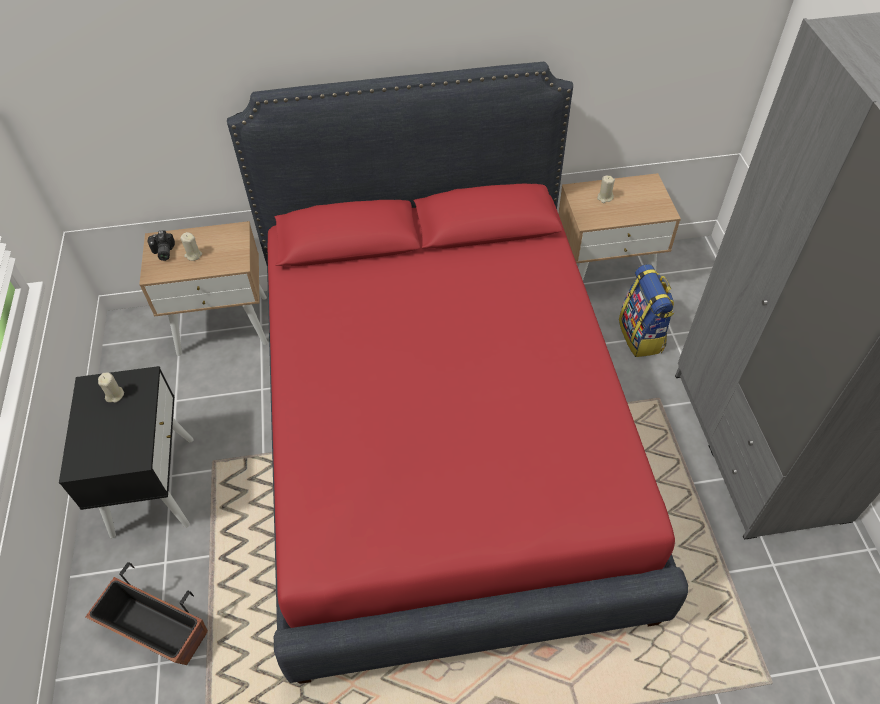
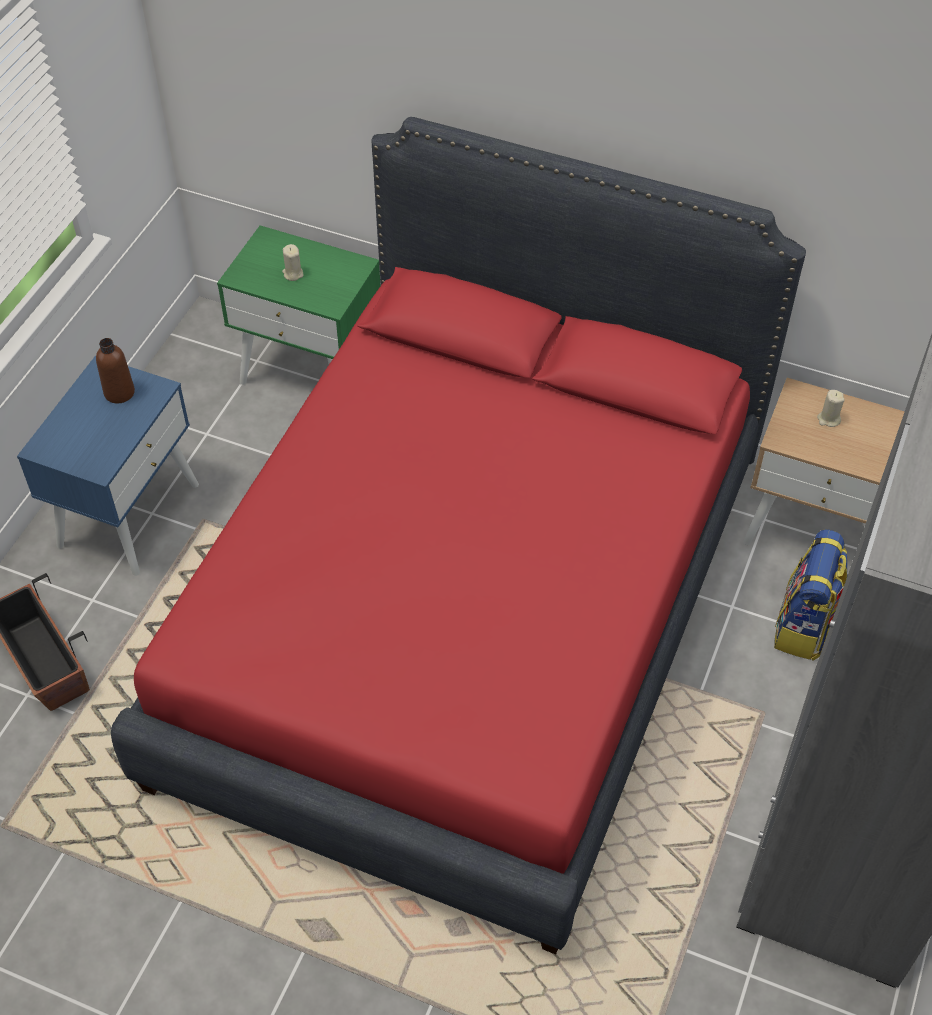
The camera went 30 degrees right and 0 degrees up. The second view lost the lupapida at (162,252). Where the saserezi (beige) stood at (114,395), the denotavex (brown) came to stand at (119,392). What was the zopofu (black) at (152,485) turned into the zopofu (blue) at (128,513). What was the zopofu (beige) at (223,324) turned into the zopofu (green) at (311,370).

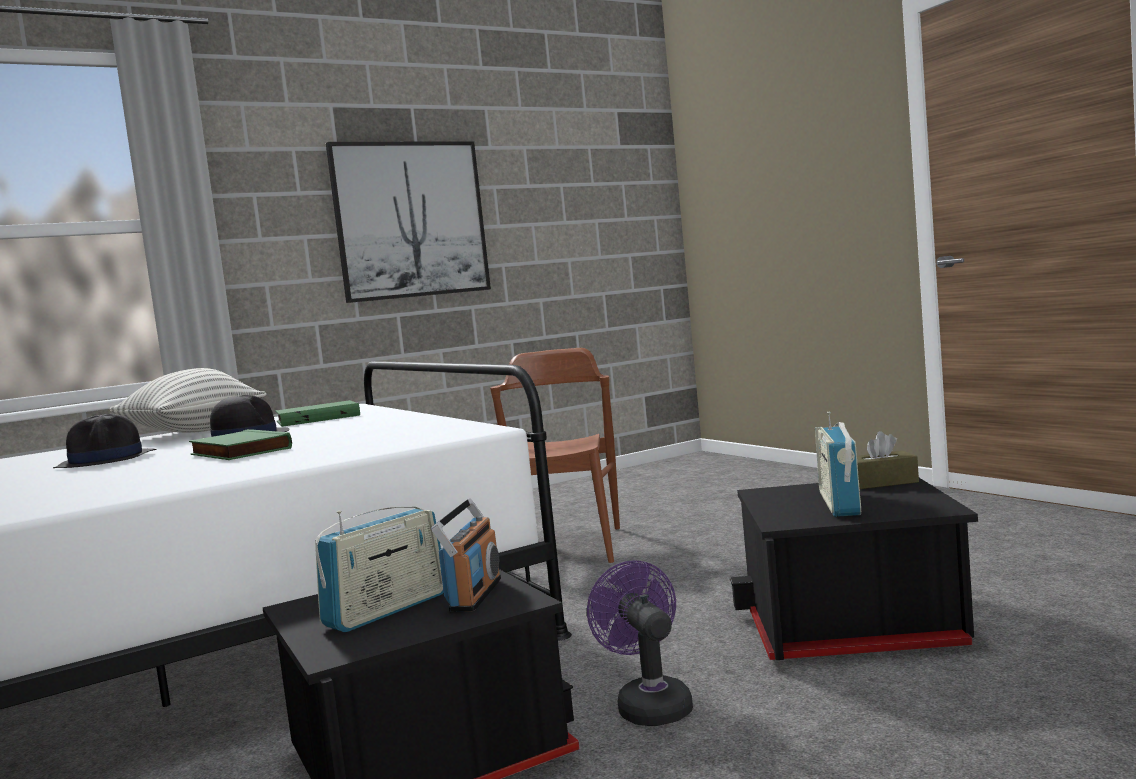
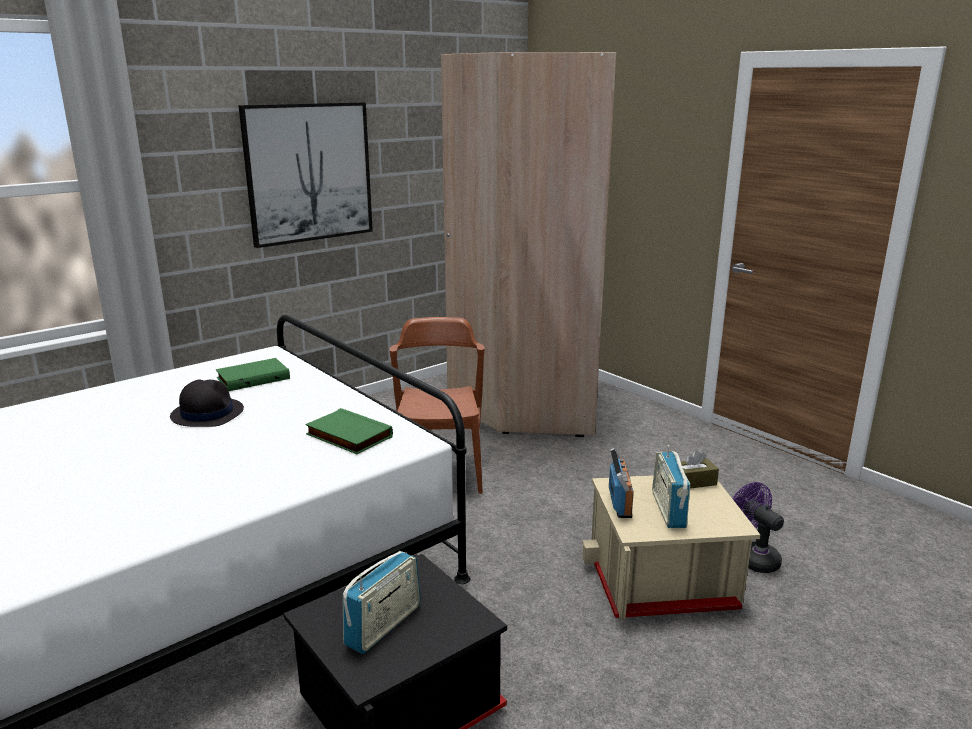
The camera went 10 degrees left and 15 degrees up. The second view lost the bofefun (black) at (107,460). The second view lost the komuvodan at (192,433). The second view gained the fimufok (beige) at (523,401). The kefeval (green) ended up elsewhere, having gone from (238,452) to (347,436). The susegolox ended up elsewhere, having gone from (474,595) to (620,503). The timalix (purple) ended up elsewhere, having gone from (649,704) to (752,558). What was the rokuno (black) at (853,625) turned into the rokuno (beige) at (663,580).

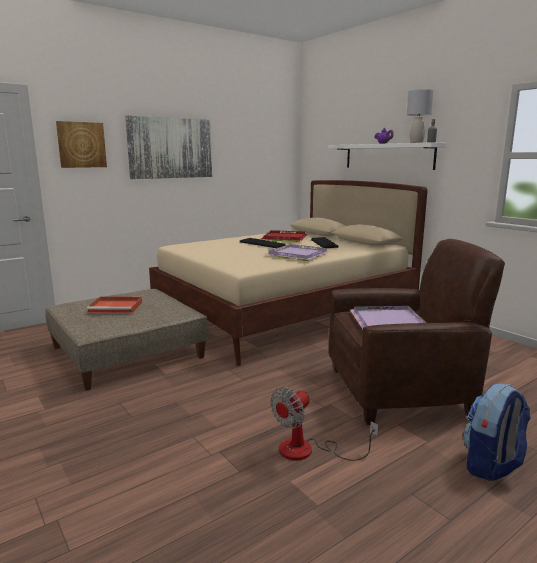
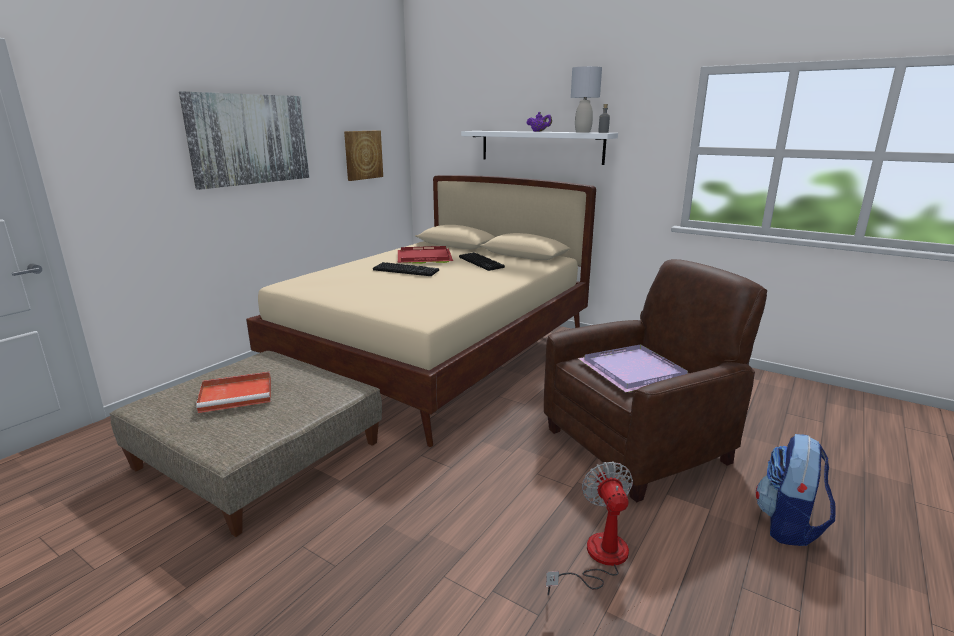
The camera went 20 degrees left and 5 degrees up. The second view lost the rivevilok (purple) at (297,254). The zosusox ended up elsewhere, having gone from (81,145) to (363,155). The timalix at (308,451) ended up facing another way, 150 degrees clockwise from before.

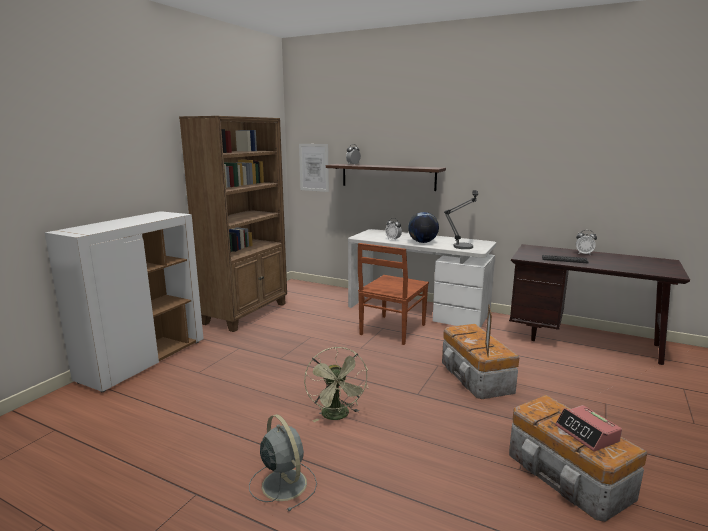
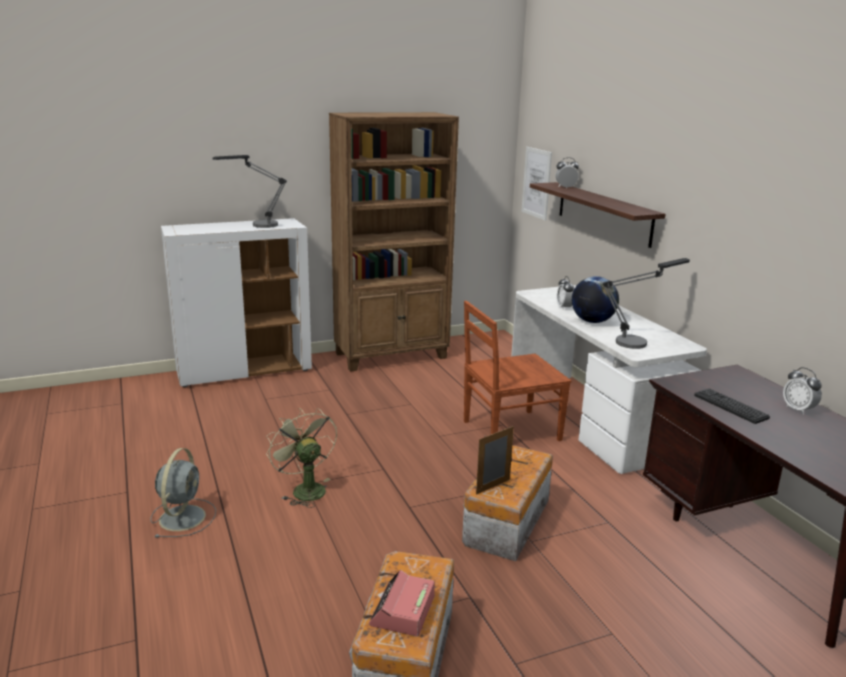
The camera went 40 degrees right and 5 degrees up. The second view gained the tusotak at (257,225). The timalix (green) at (337,416) ended up facing another way, 120 degrees clockwise from before.

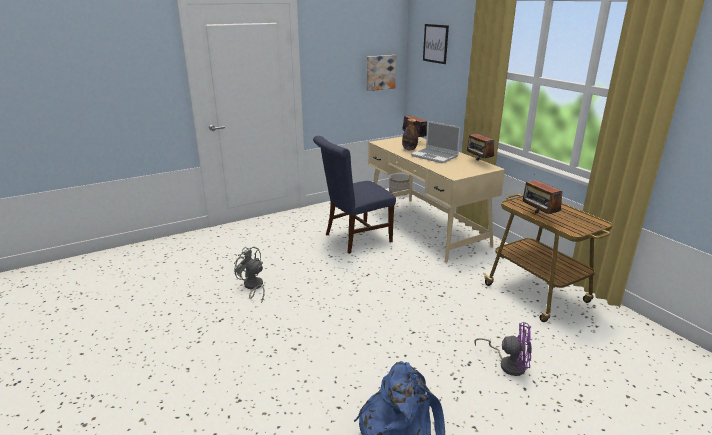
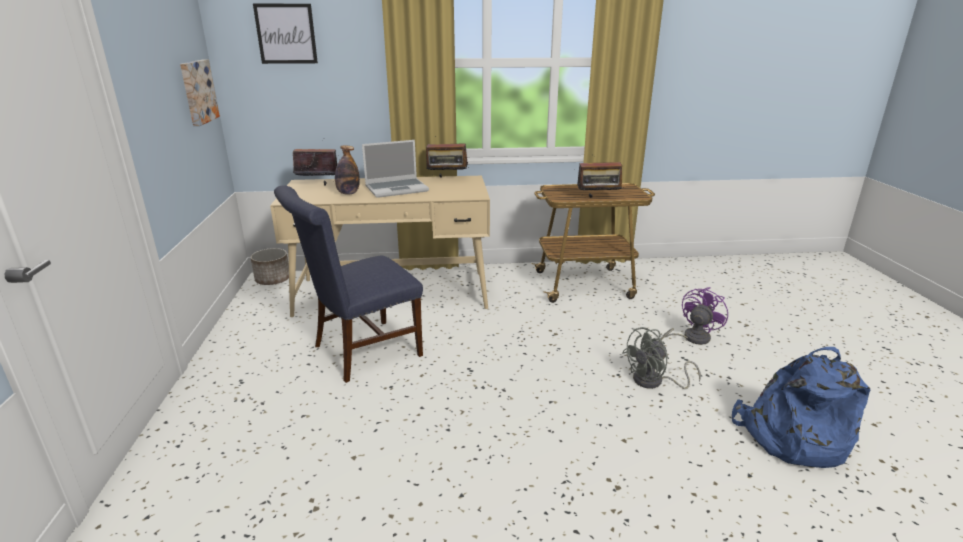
The camera went 65 degrees left and 0 degrees up. The timalix (grey) ended up elsewhere, having gone from (253,287) to (654,382). The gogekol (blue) at (354,238) ended up facing another way, 60 degrees clockwise from before.

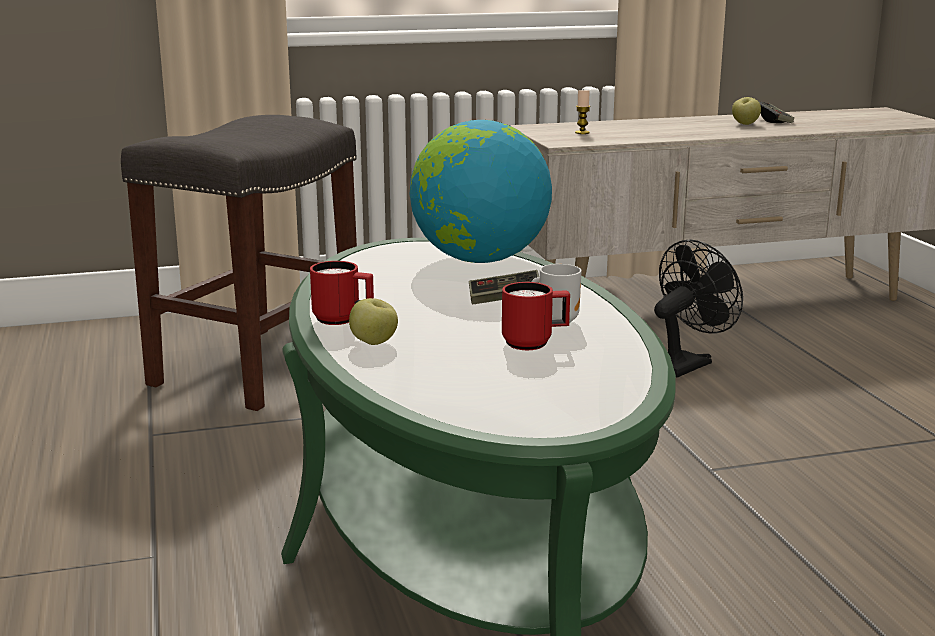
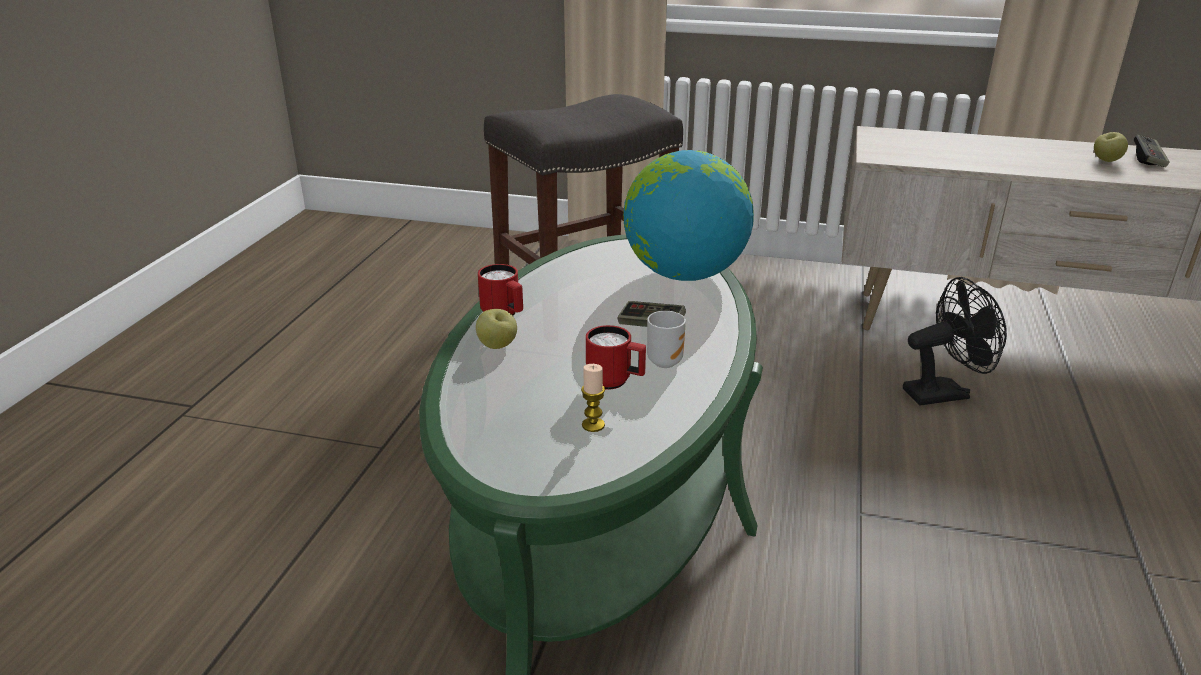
The camera went 30 degrees right and 10 degrees up. The saserezi ended up elsewhere, having gone from (582,133) to (593,425).

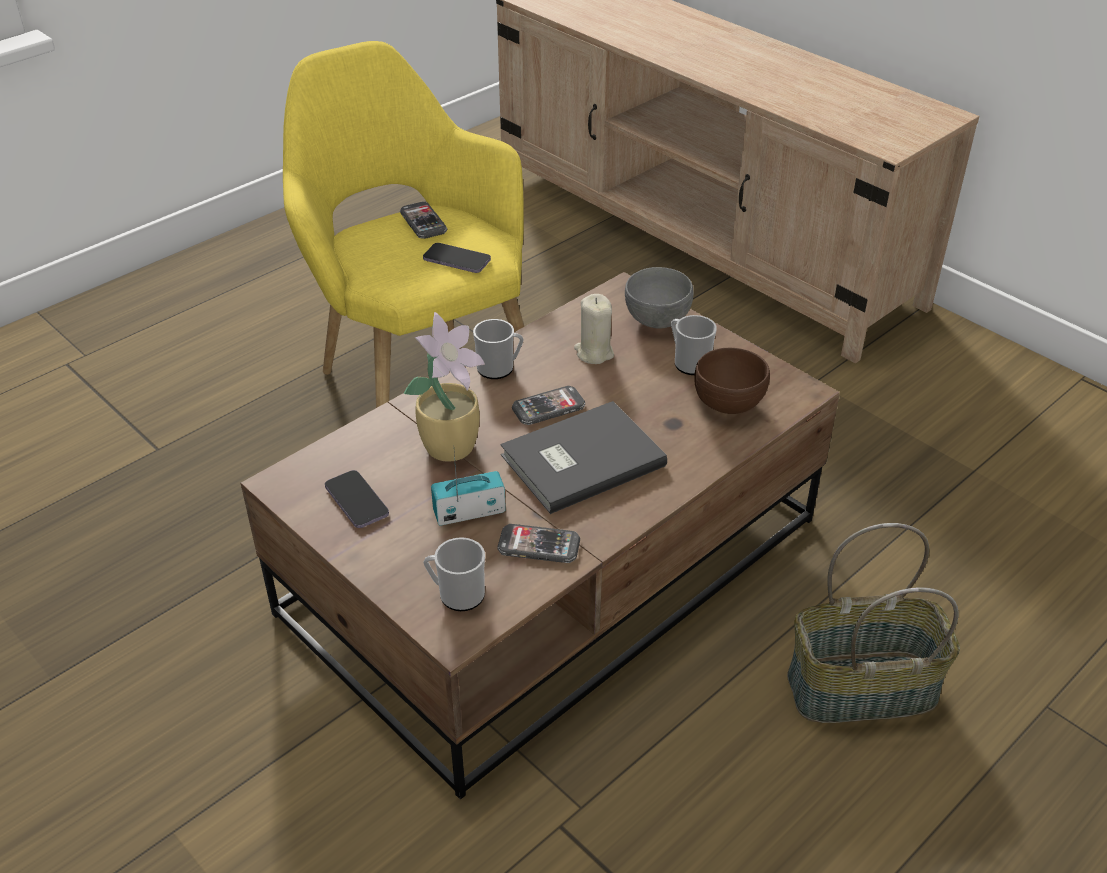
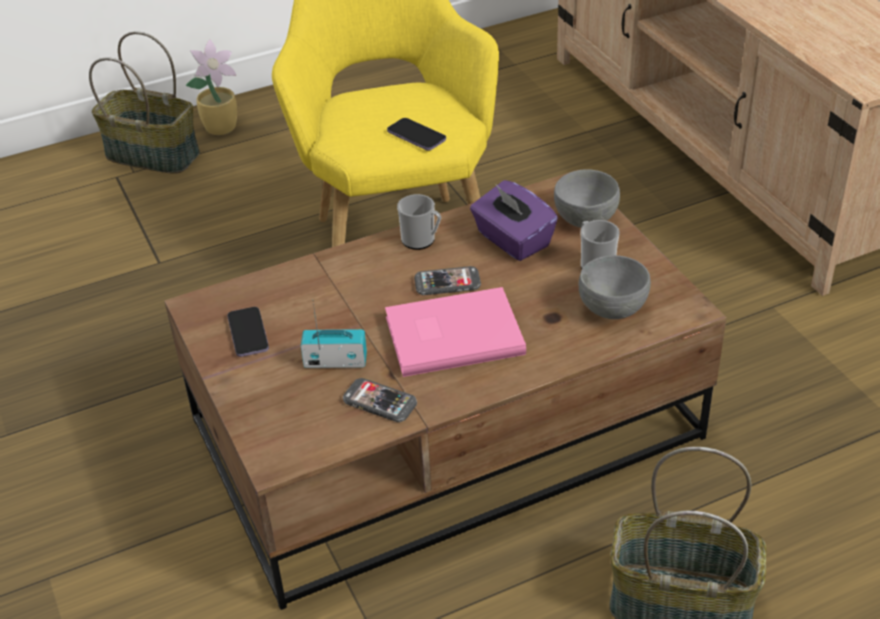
The camera went 20 degrees right and 0 degrees up. The second view lost the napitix at (423,222). The second view lost the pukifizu at (456,594). The second view gained the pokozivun at (154,154). The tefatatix ended up elsewhere, having gone from (452,445) to (222,127). Where the saserezi (beige) stood at (594,353), the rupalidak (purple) came to stand at (512,240). What was the kefeval (grey) at (579,459) turned into the kefeval (pink) at (451,334). What was the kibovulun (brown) at (728,405) turned into the kibovulun (grey) at (612,310).

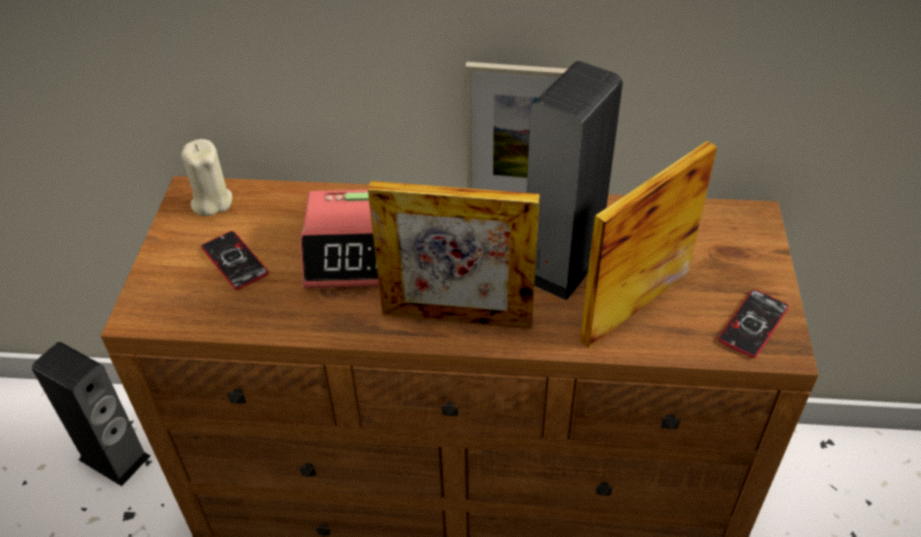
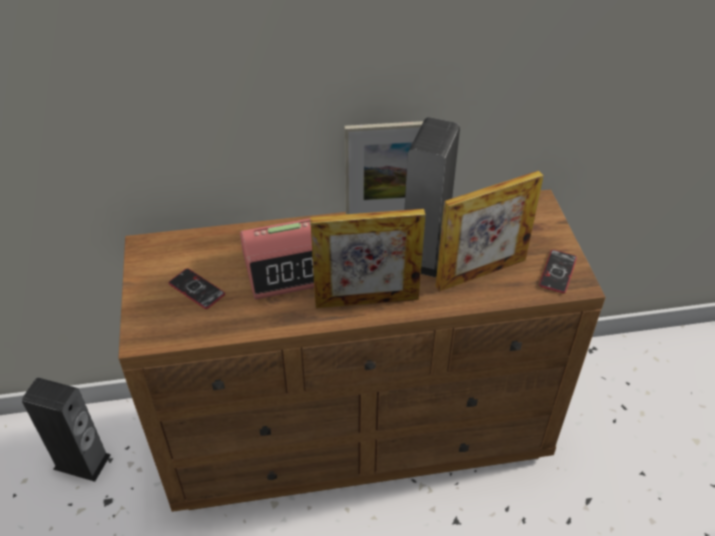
The camera went 15 degrees left and 0 degrees up. The second view lost the saserezi (beige) at (211,202). The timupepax at (635,305) ended up facing another way, 150 degrees counterclockwise from before.

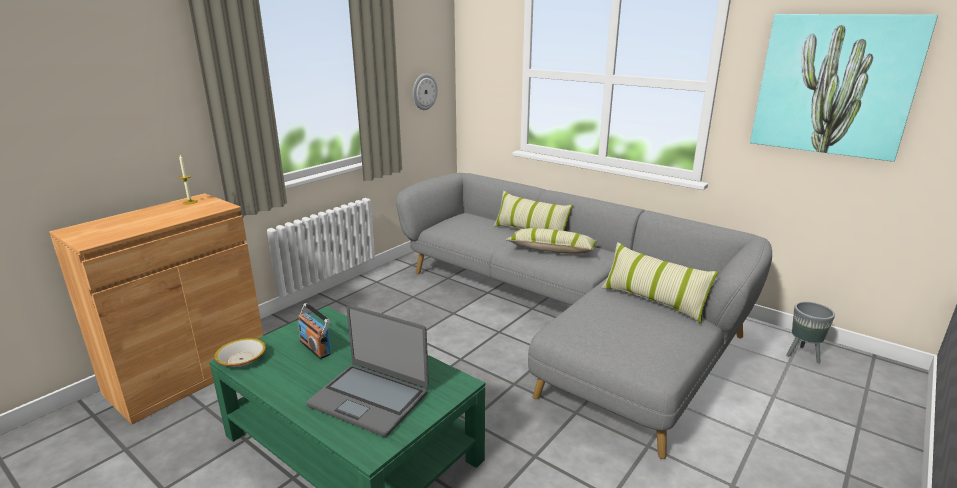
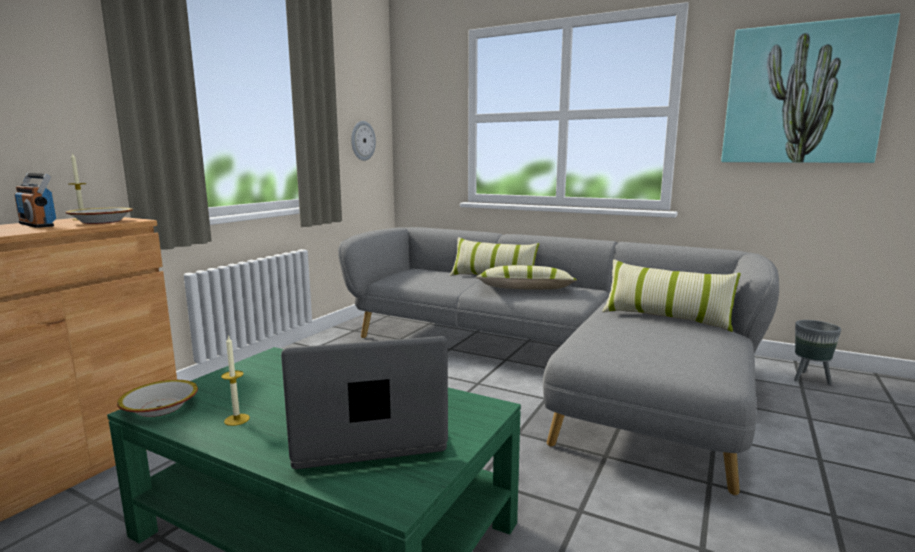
The camera went 10 degrees left and 10 degrees down. The second view gained the kibovulun at (102,222). The second view gained the saserezi at (237,419). The susegolox ended up elsewhere, having gone from (315,347) to (37,225). The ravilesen at (369,398) ended up facing another way, 150 degrees clockwise from before.

